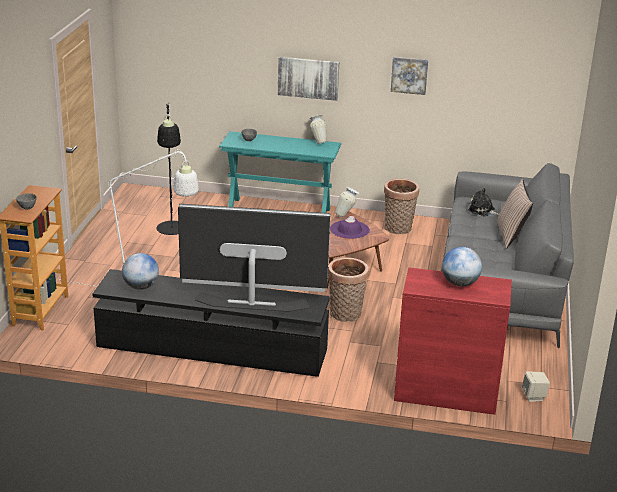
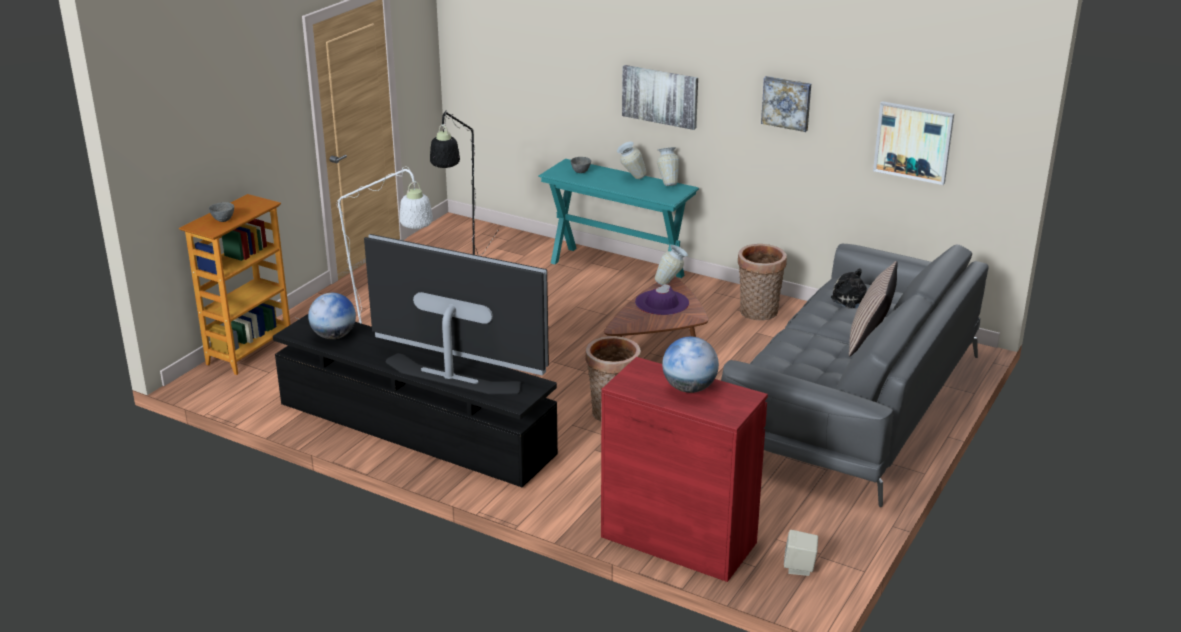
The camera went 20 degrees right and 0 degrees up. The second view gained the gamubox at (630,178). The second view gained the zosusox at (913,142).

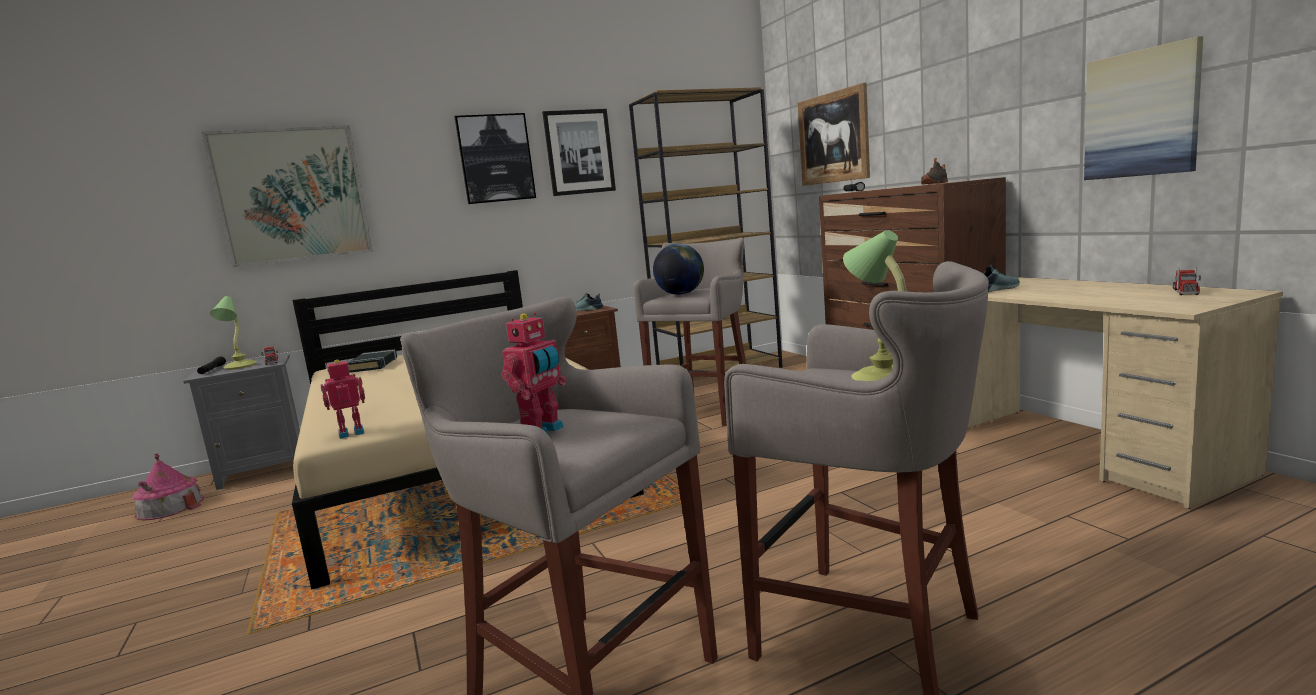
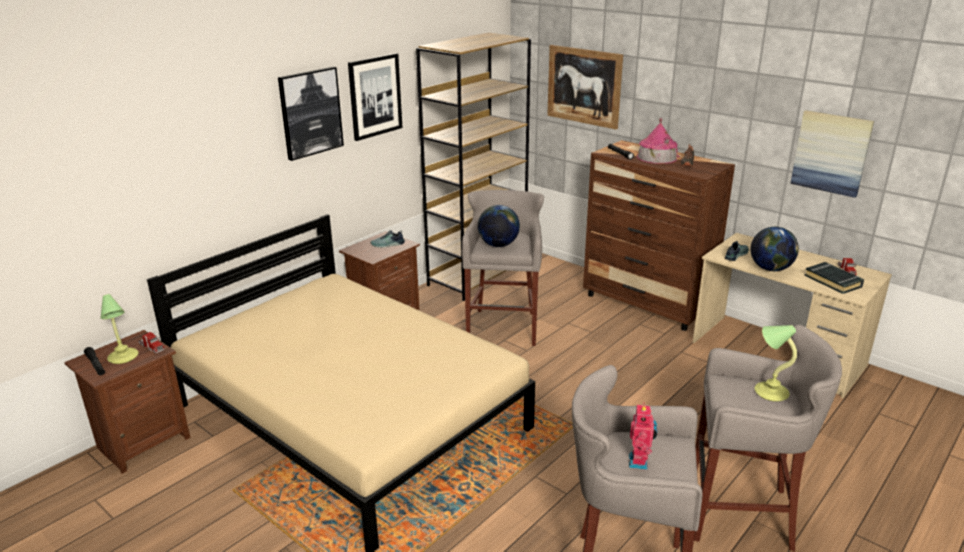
The camera went 25 degrees left and 15 degrees up. The second view lost the zosusox at (292,195). The second view lost the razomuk at (351,433). The second view gained the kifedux at (771,269). The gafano ended up elsewhere, having gone from (170,507) to (657,157). The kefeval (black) ended up elsewhere, having gone from (374,365) to (833,281). What was the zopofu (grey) at (264,470) turned into the zopofu (brown) at (142,442).

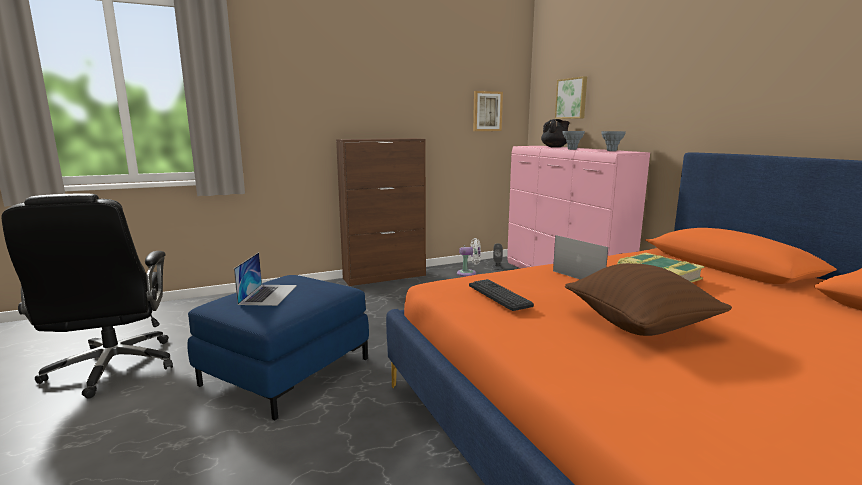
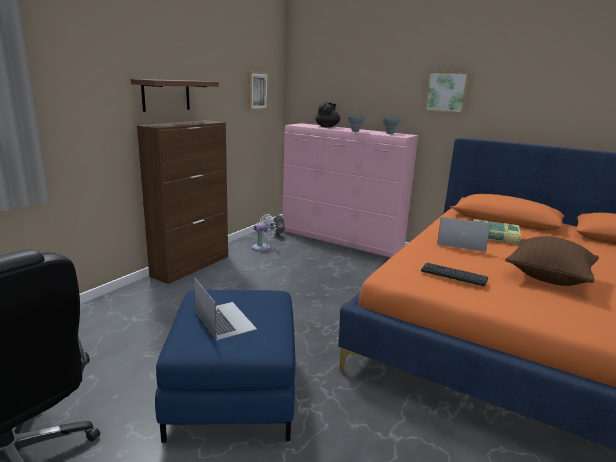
The camera went 35 degrees left and 5 degrees up. The second view gained the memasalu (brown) at (166,95). The zosusox ended up elsewhere, having gone from (572,98) to (447,92).

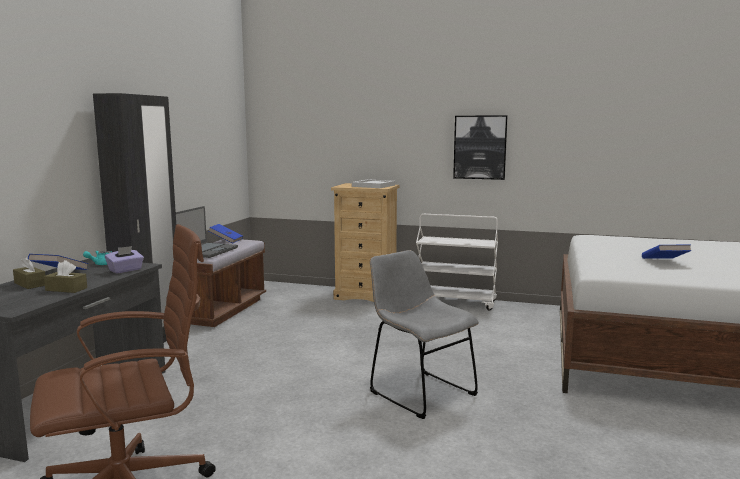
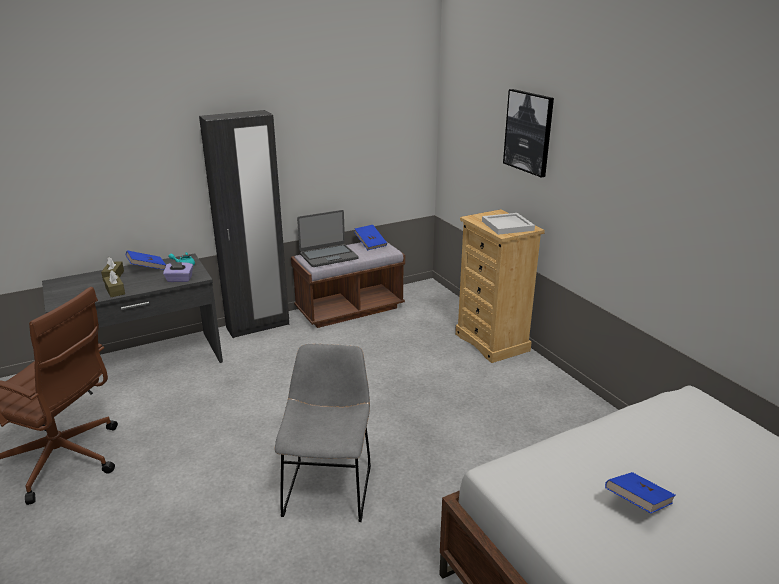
The camera went 45 degrees right and 15 degrees up. The second view lost the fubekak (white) at (455,302). The zosusox ended up elsewhere, having gone from (480,147) to (528,132).

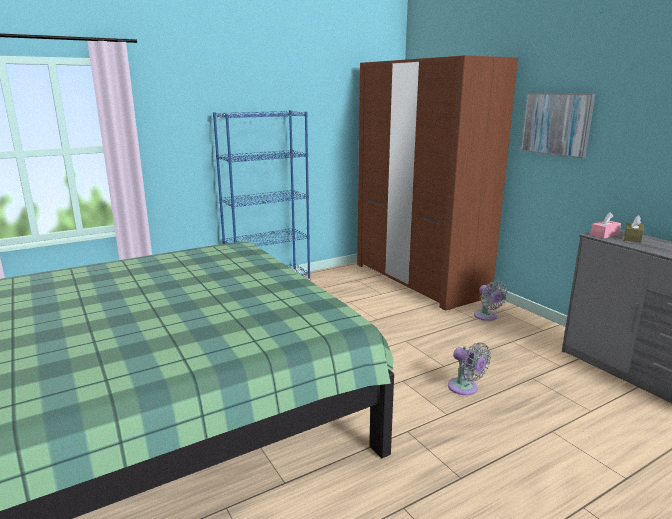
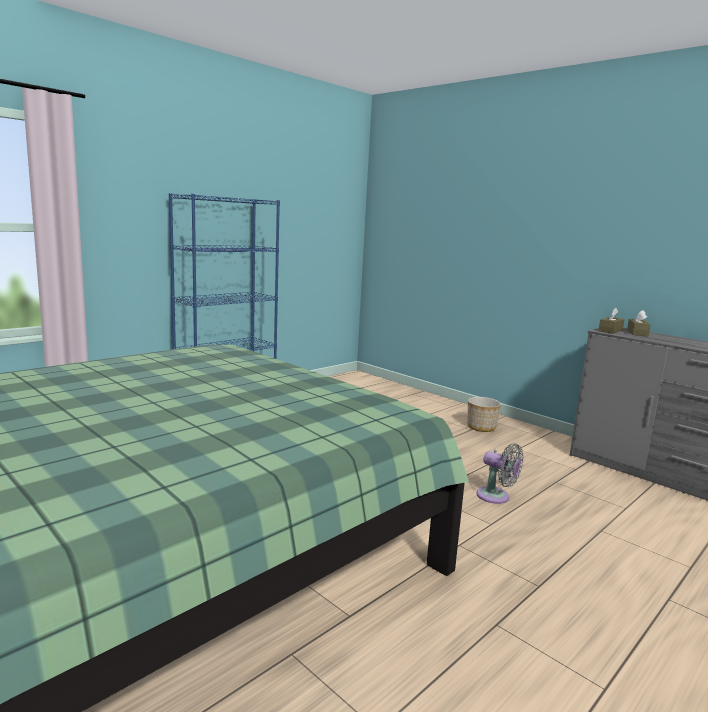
The camera went 15 degrees left and 5 degrees down. The second view lost the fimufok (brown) at (418,280). The second view lost the zosusox at (556,124). Where the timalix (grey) stood at (487,317), the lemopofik came to stand at (481,427). What was the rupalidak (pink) at (604,235) turned into the rupalidak (brown) at (610,330).

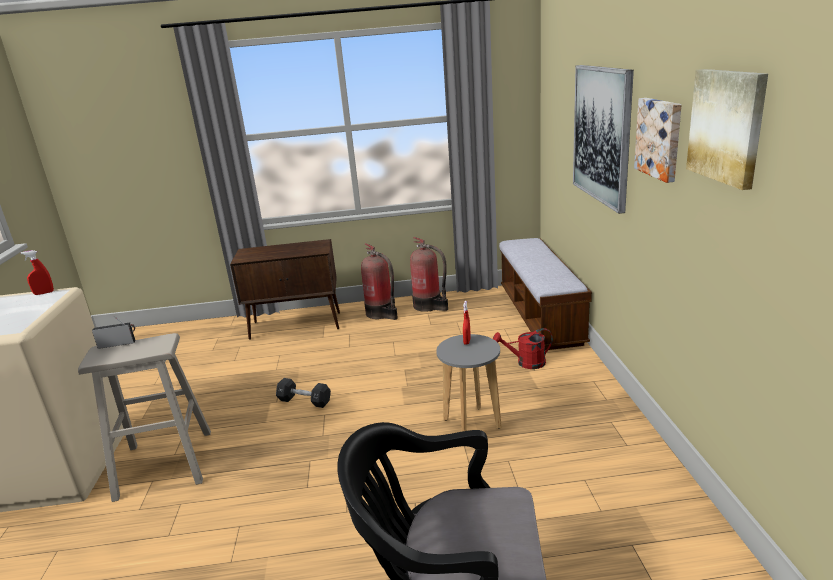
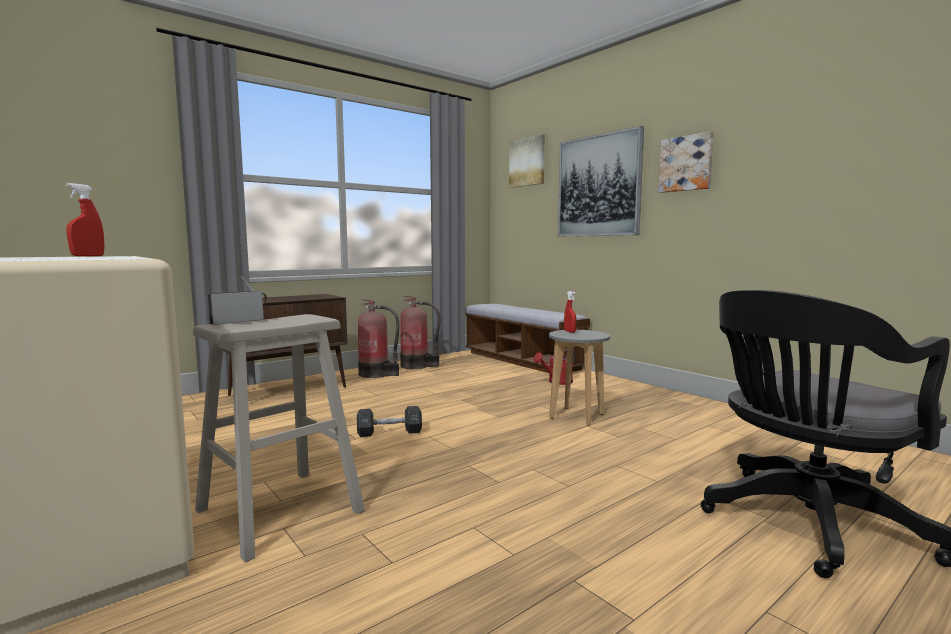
The camera went 35 degrees left and 15 degrees down. The zosusox ended up elsewhere, having gone from (727,126) to (527,162).

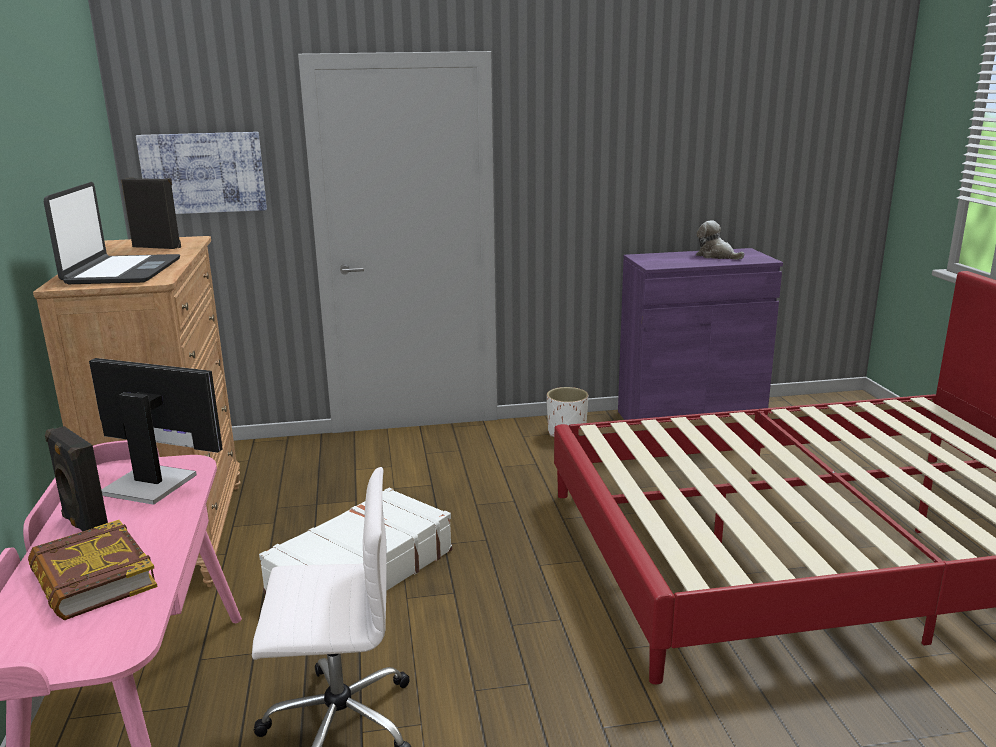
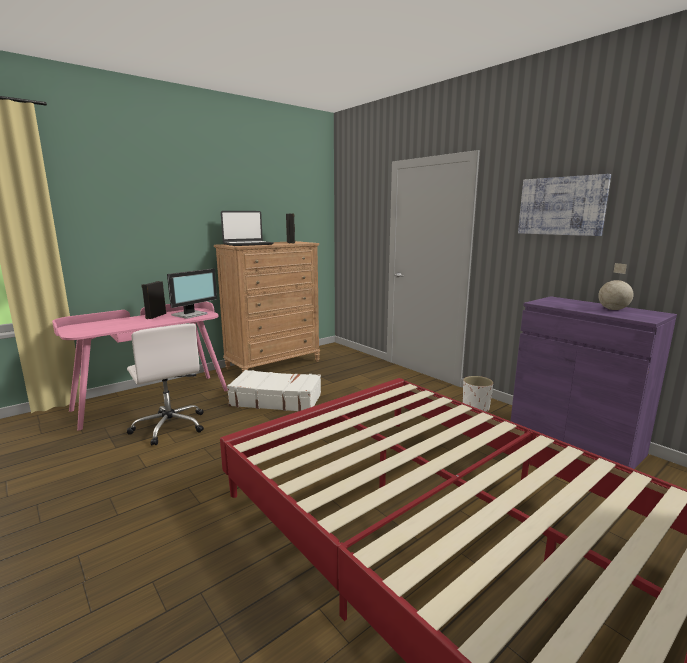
The camera went 60 degrees right and 5 degrees down. The second view lost the kefeval at (92,578). The zosusox ended up elsewhere, having gone from (203,173) to (561,206). Where the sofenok stood at (716,256), the kifedux came to stand at (613,309). The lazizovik at (150,482) ended up facing another way, 45 degrees clockwise from before.

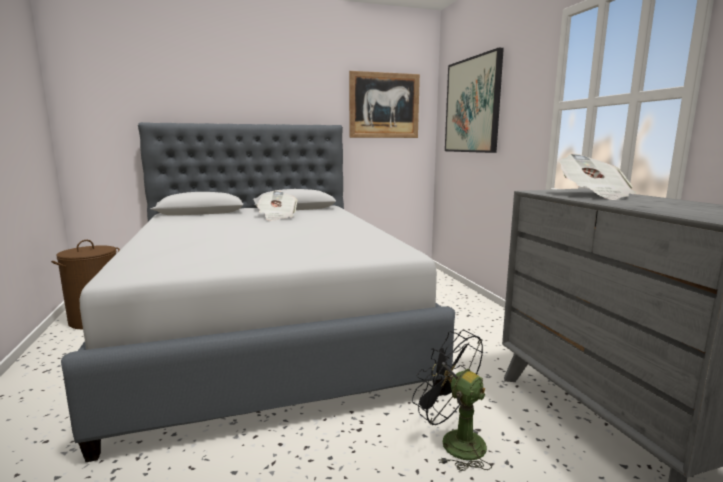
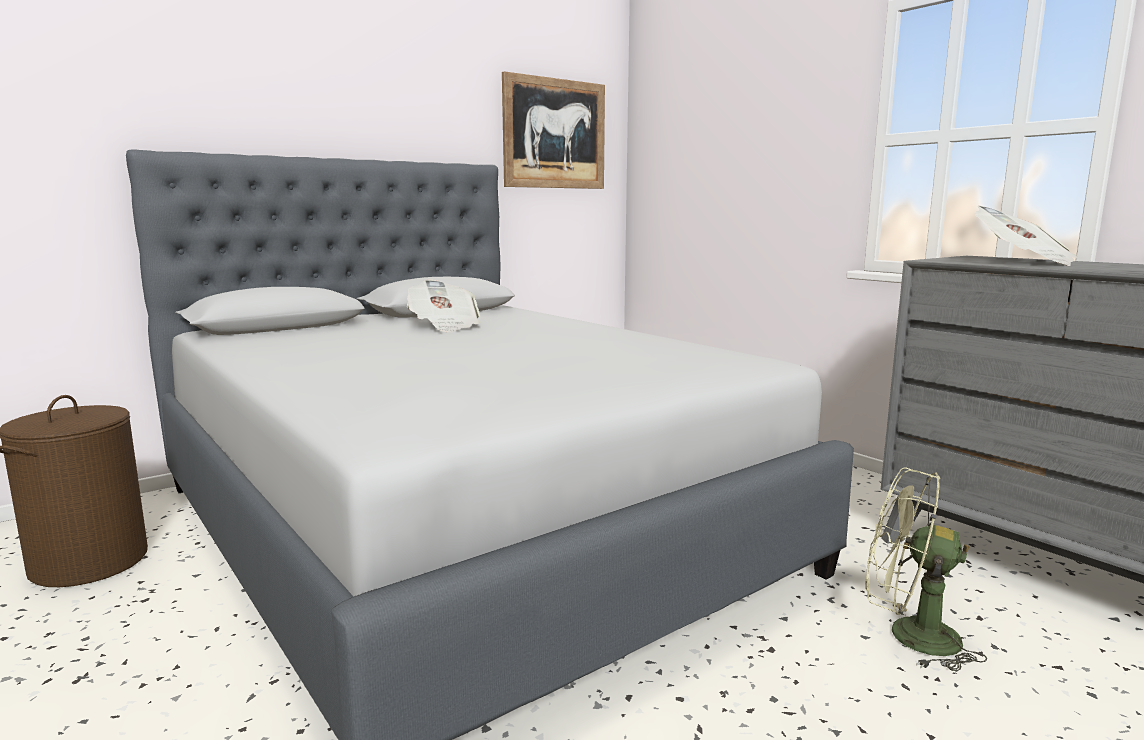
The camera went 20 degrees left and 0 degrees up. The second view lost the zosusox at (472,105). What was the timalix (black) at (453,442) turned into the timalix (green) at (908,636).

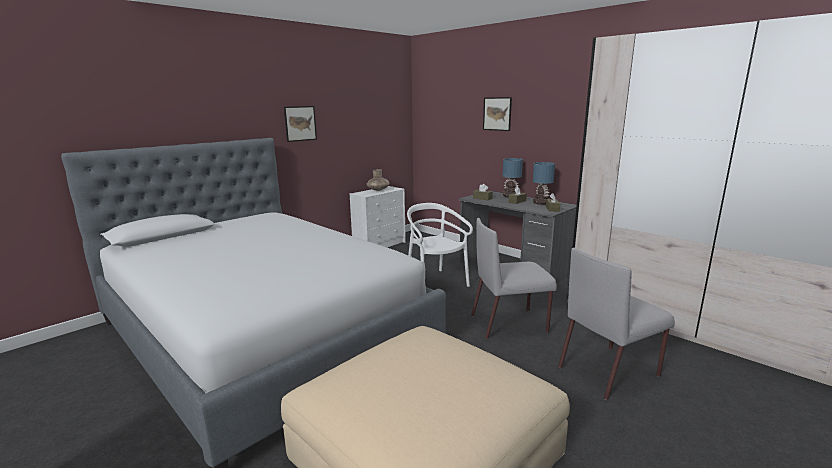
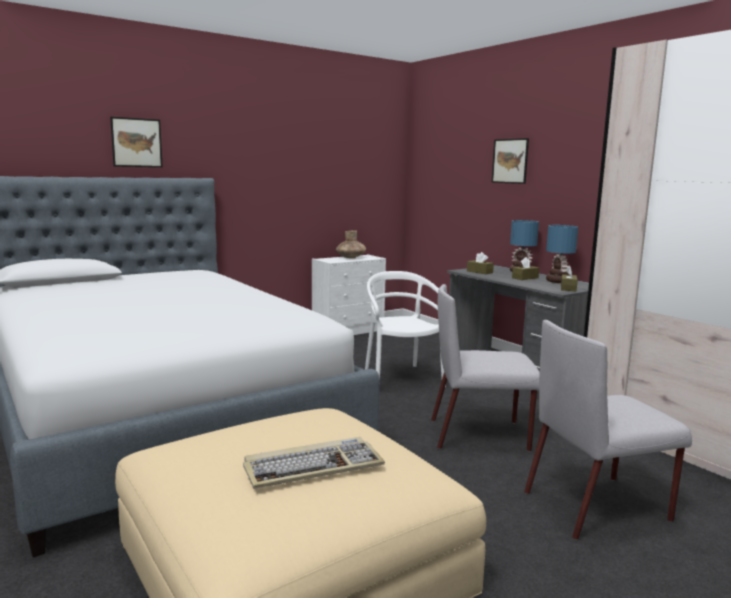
The camera went 10 degrees right and 5 degrees down. The second view gained the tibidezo at (313,466). The zosusox ended up elsewhere, having gone from (300,123) to (136,142).

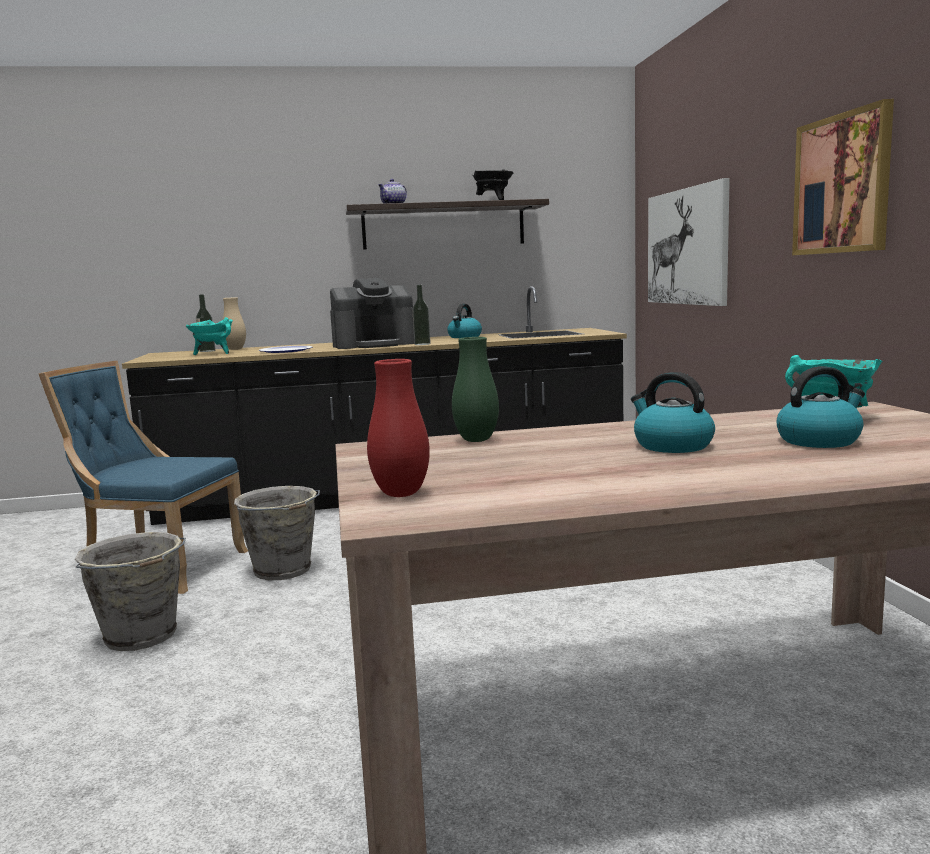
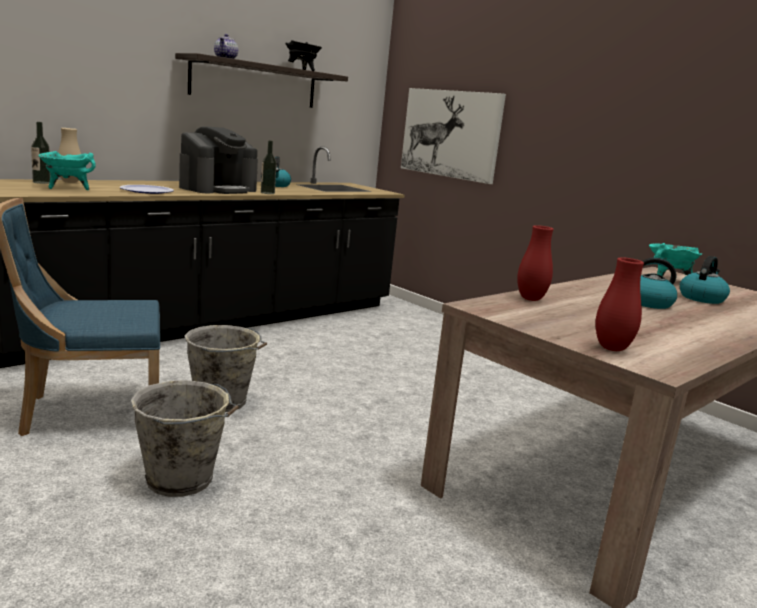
The camera went 35 degrees left and 5 degrees up. The second view lost the zosusox at (842,184). What was the gamubox (green) at (476,440) turned into the gamubox (red) at (530,299).

